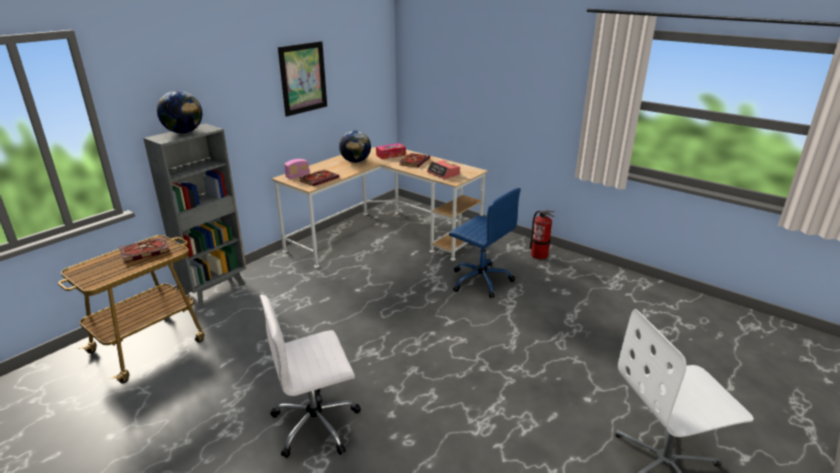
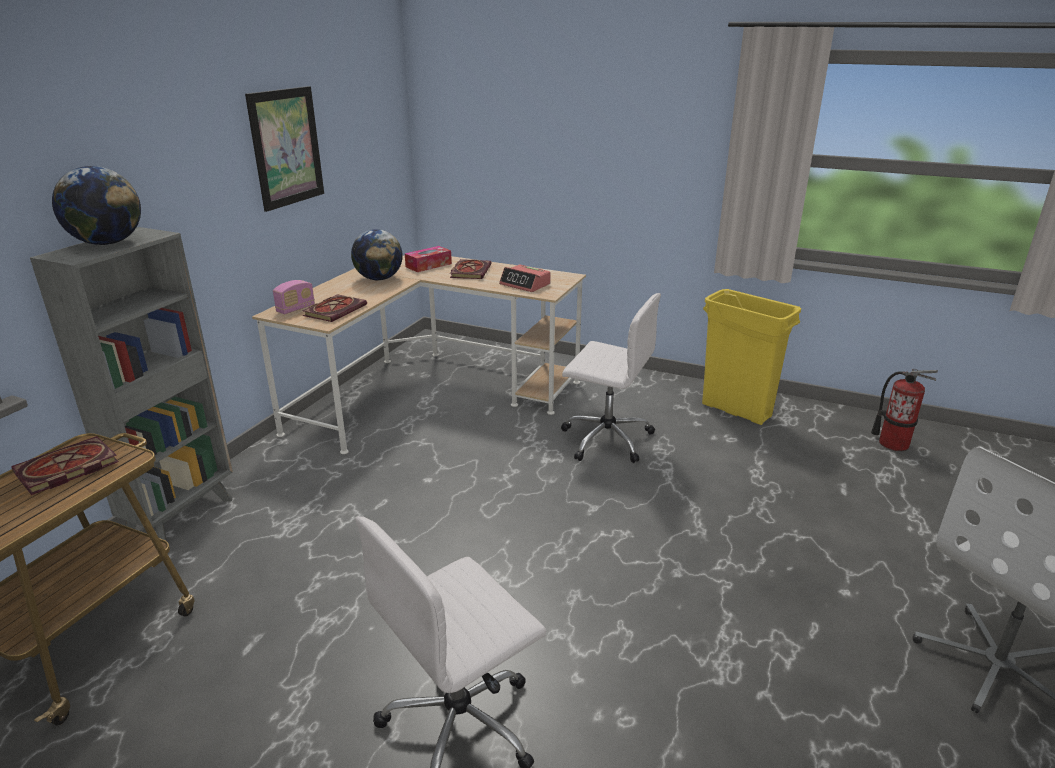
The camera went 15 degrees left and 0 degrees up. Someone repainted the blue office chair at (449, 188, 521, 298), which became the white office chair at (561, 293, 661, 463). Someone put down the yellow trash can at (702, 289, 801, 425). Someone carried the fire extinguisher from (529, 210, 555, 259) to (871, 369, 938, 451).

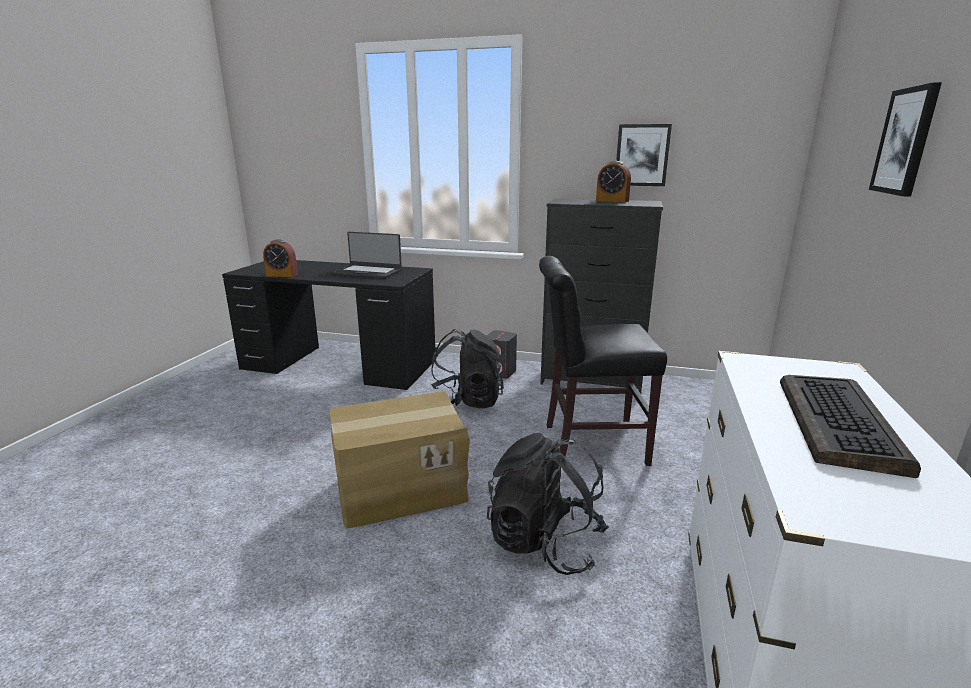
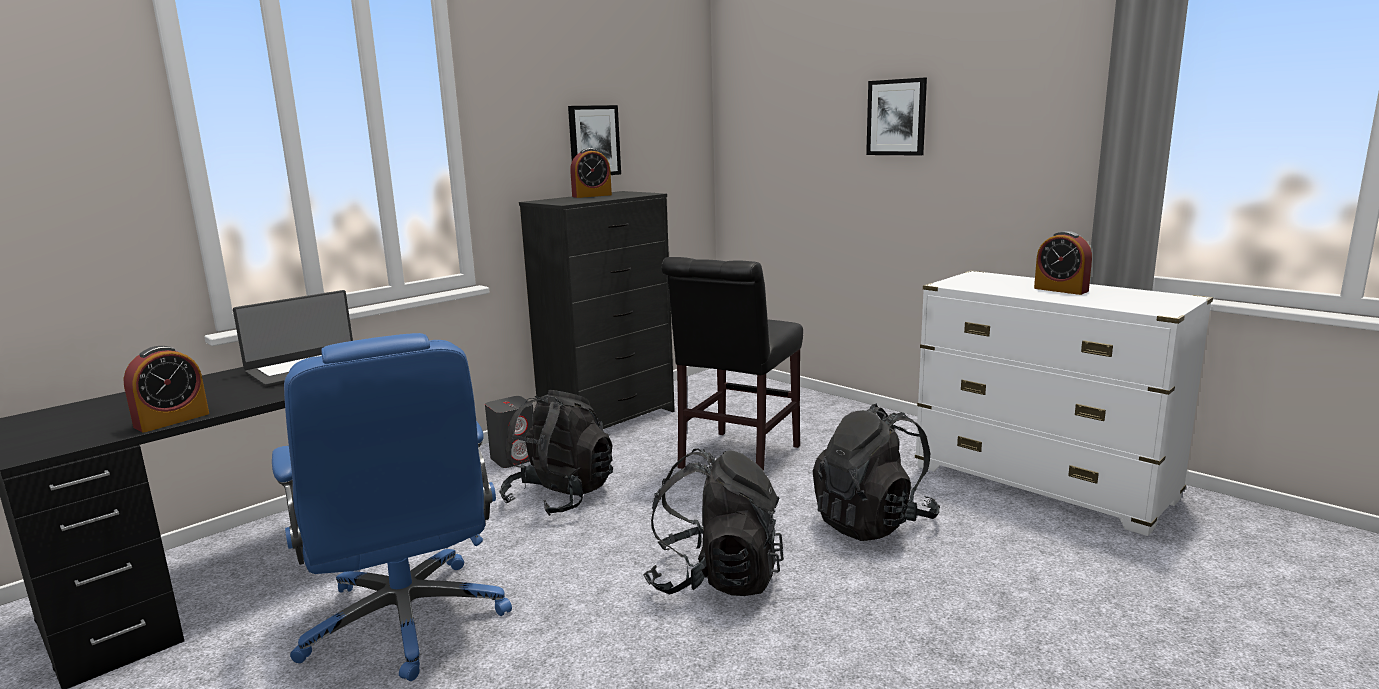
The camera went 60 degrees left and 5 degrees down. Someone put down the blue office chair at (272, 333, 512, 681). Someone swapped the cardboard box at (330, 392, 470, 529) for the black backpack at (643, 448, 784, 596). Someone swapped the keyboard at (780, 375, 921, 478) for the alarm clock at (1034, 231, 1092, 295).

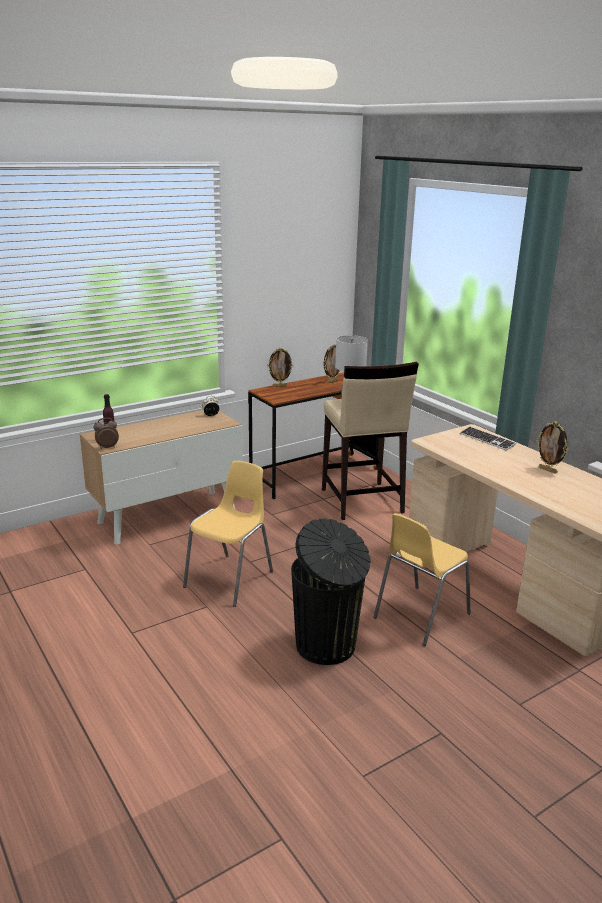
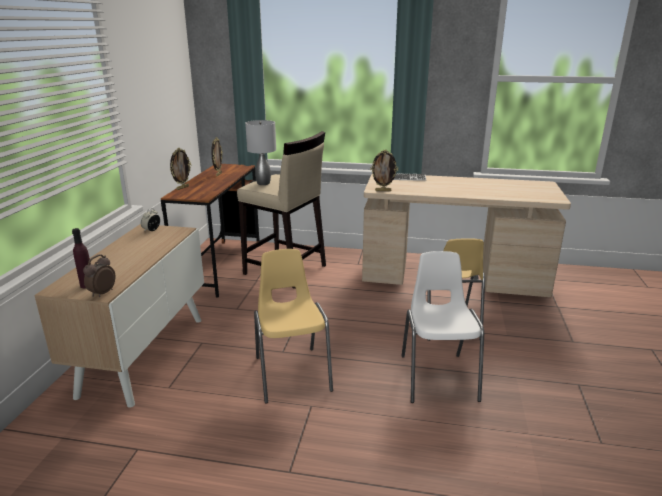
The camera went 45 degrees left and 0 degrees up. Someone carried the picture frame from (536, 421, 568, 474) to (370, 150, 398, 191). Someone swapped the black trash can at (291, 518, 371, 665) for the white chair at (402, 251, 484, 403).

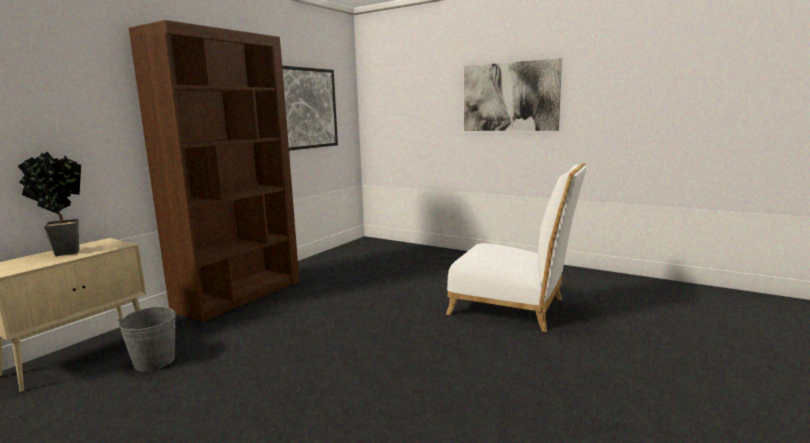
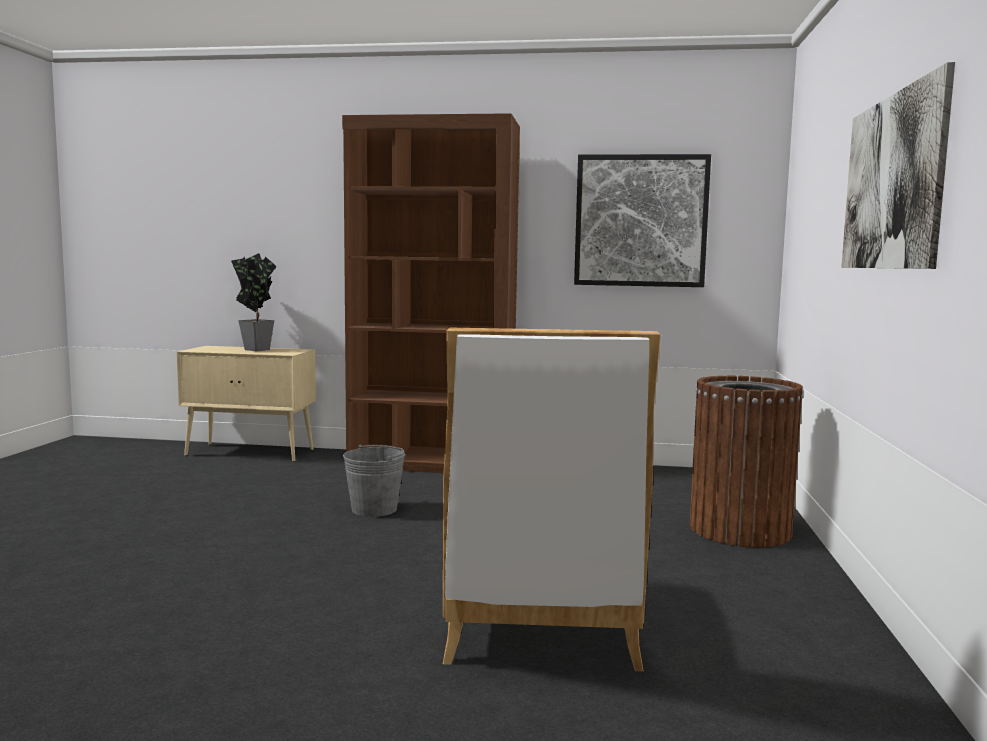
The camera went 65 degrees right and 5 degrees down. Someone carried the grey bucket from (118, 307, 176, 371) to (343, 445, 405, 517). Someone put down the brown trash can at (690, 376, 803, 548).

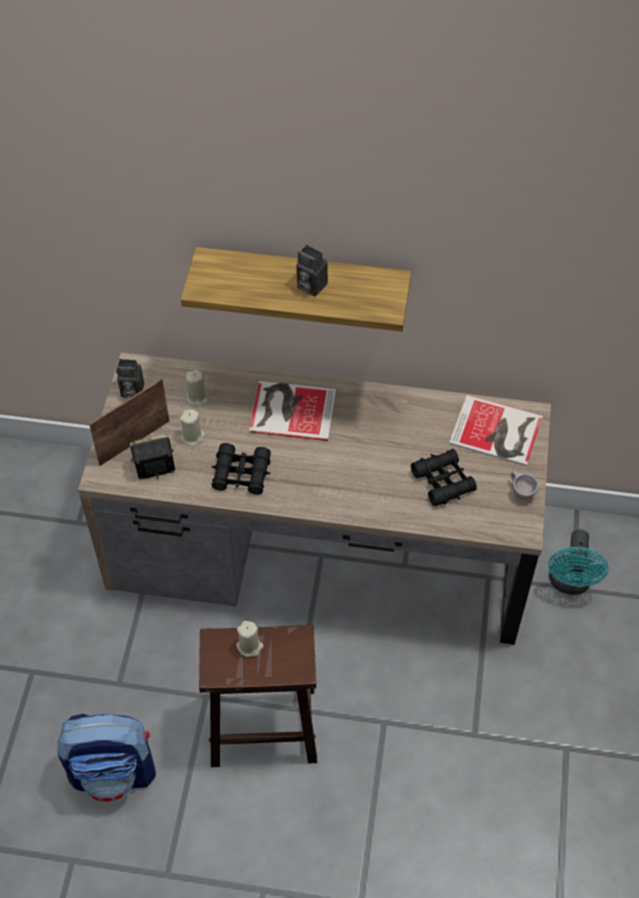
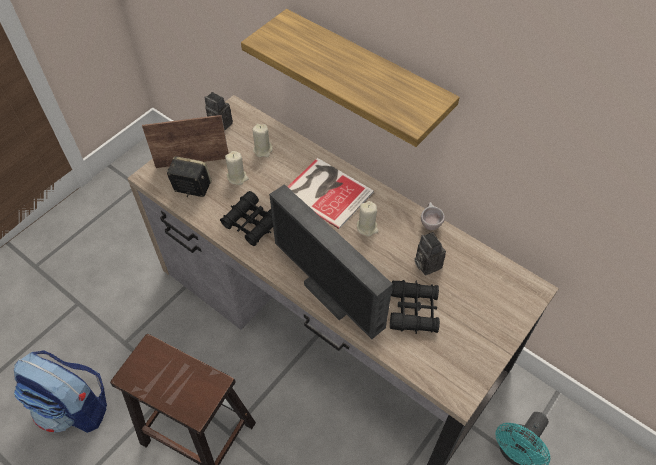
The camera went 30 degrees right and 0 degrees up. Someone put down the monitor at (269, 184, 393, 339). Someone carried the beige candle from (236, 621, 264, 657) to (357, 201, 378, 237). Someone carried the photo camera from (296, 245, 328, 296) to (414, 232, 446, 275). Someone carried the beige cup from (511, 471, 539, 500) to (421, 202, 445, 230). Someone took away the book at (449, 395, 543, 466).

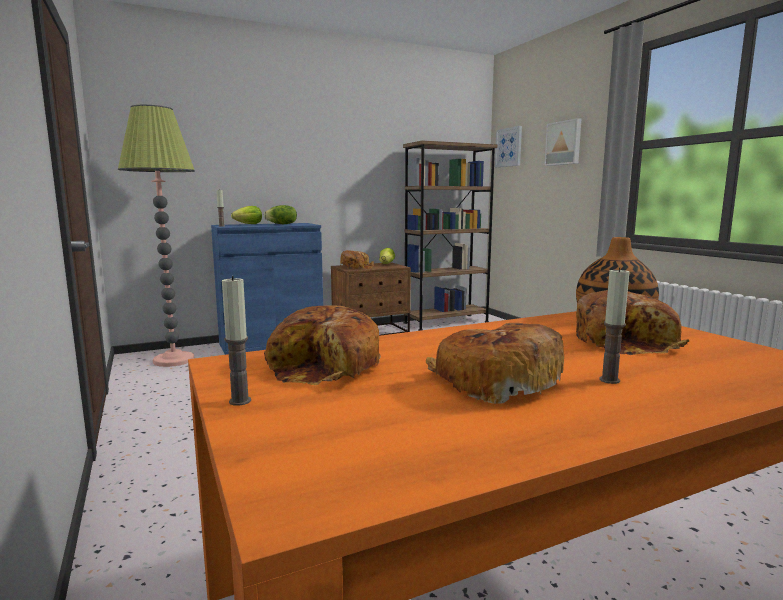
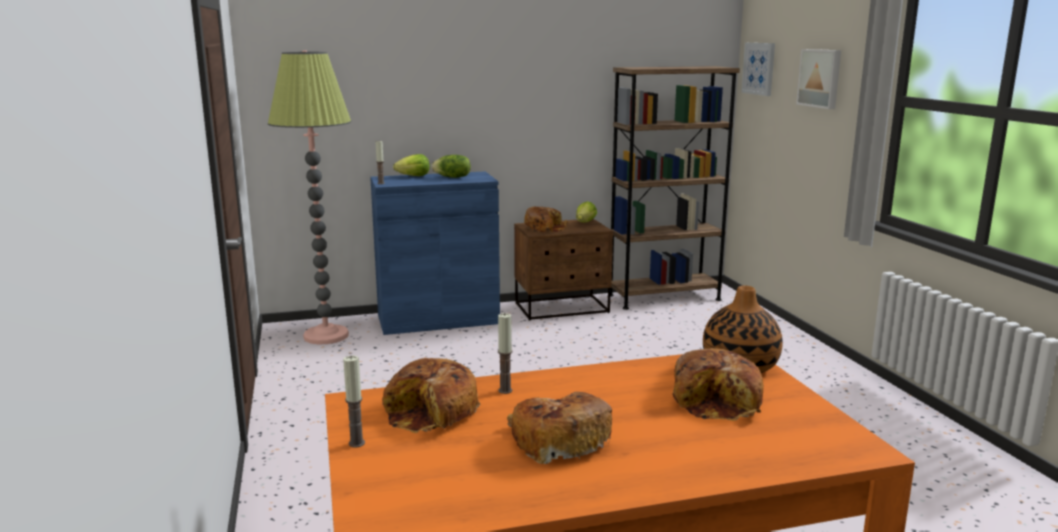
The camera went 10 degrees right and 5 degrees up. Someone carried the candle from (600, 267, 630, 384) to (498, 313, 512, 394).

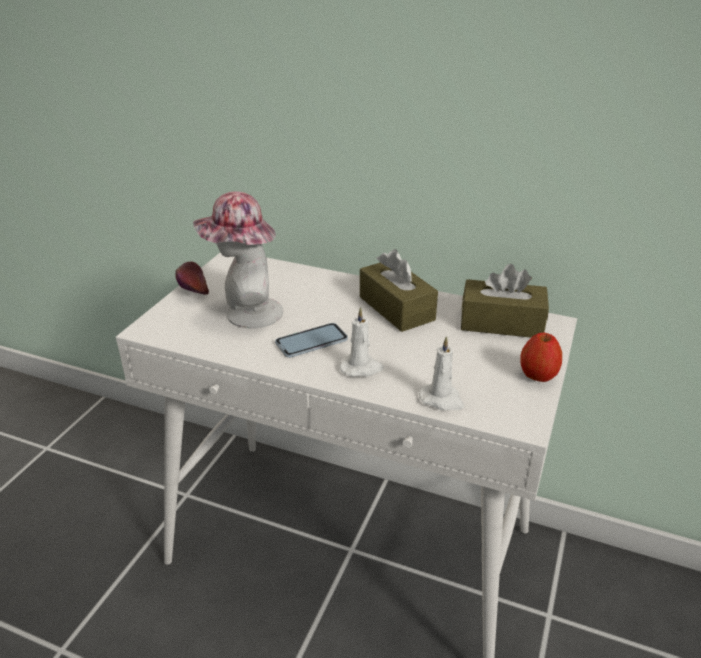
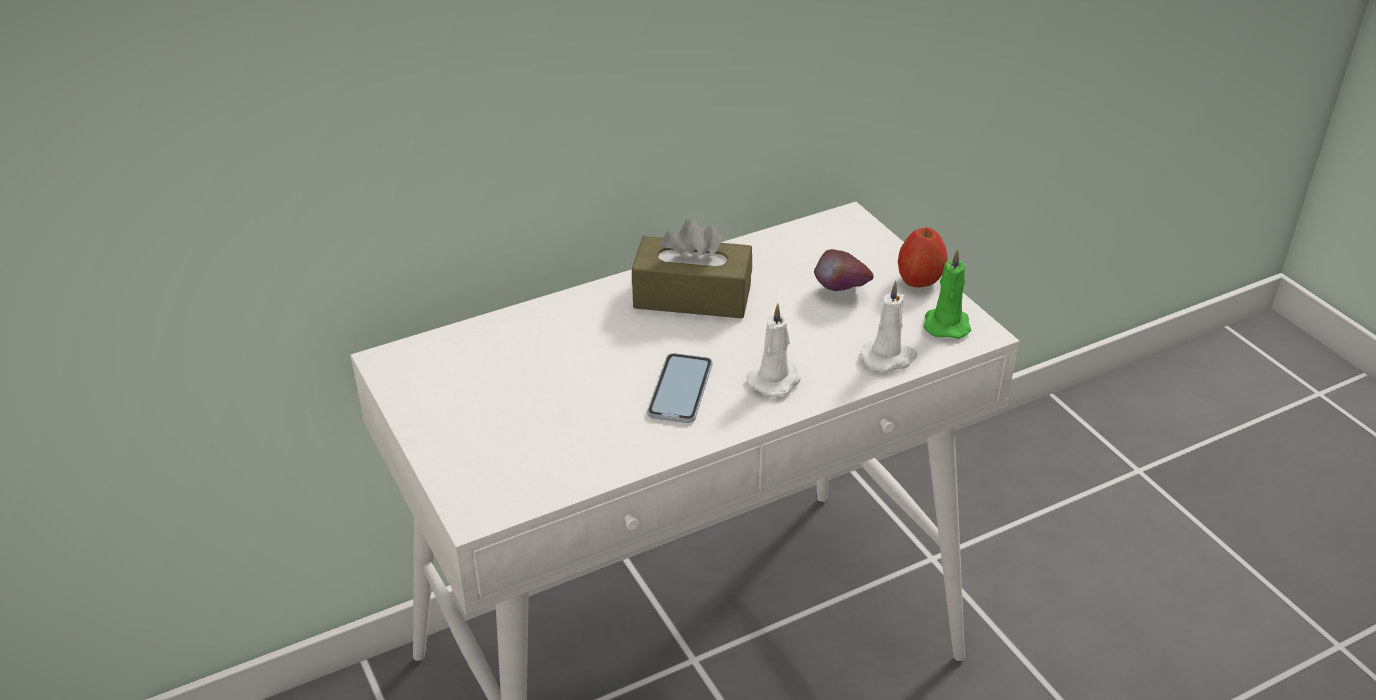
The camera went 50 degrees left and 5 degrees up. Someone carried the apple from (175, 262, 209, 295) to (814, 249, 874, 291). Someone put down the green candle at (923, 249, 971, 339). Someone took away the hat at (193, 191, 283, 329). Someone took away the brown tissue box at (461, 264, 549, 338).

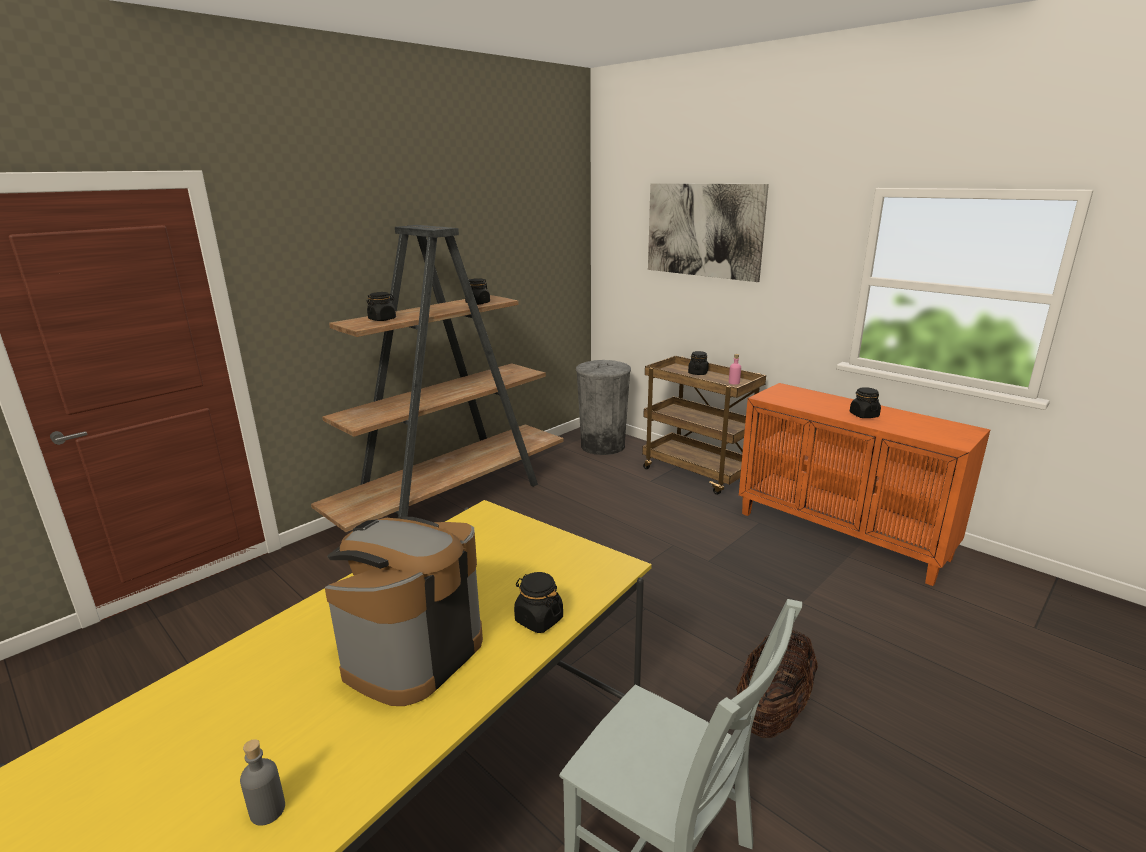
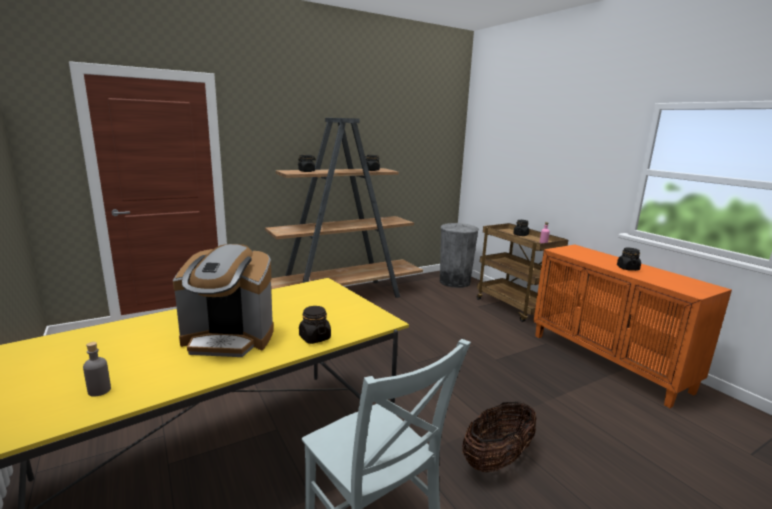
The camera went 15 degrees right and 5 degrees down. Someone rotated the coffee machine at (325, 517, 483, 706) by 135 degrees counterclockwise. Someone took away the picture at (648, 183, 769, 282).

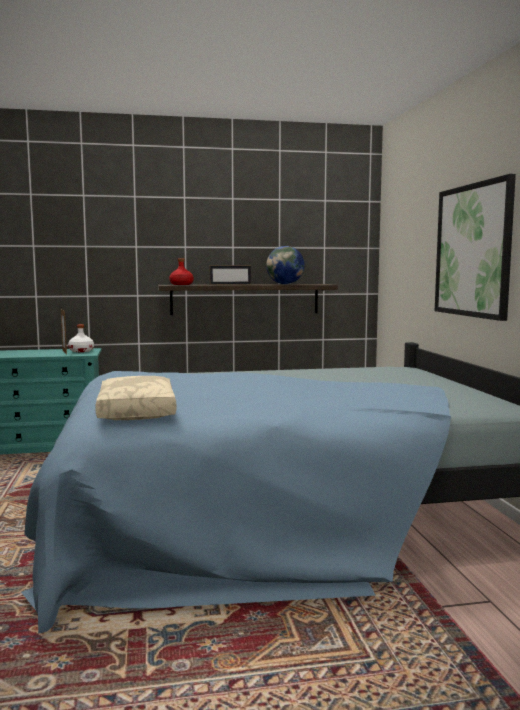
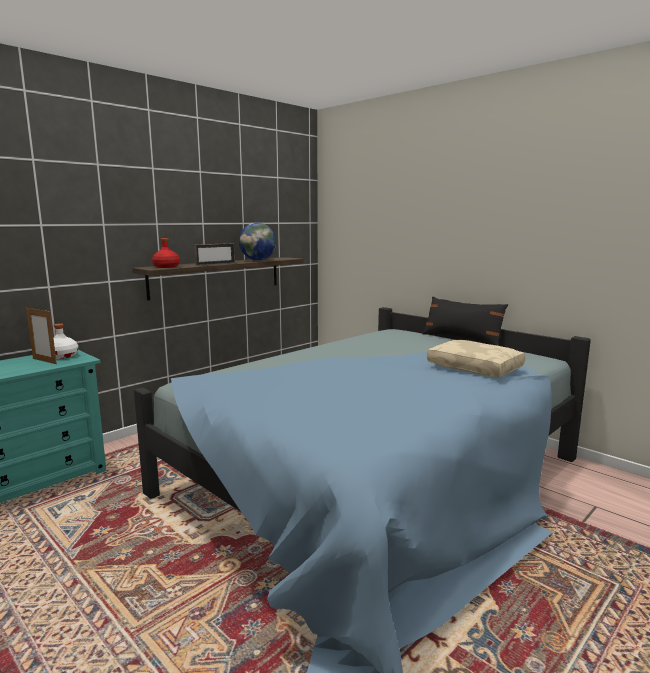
The camera went 35 degrees left and 5 degrees up. Someone put down the black pillow at (422, 296, 508, 346). Someone carried the beige pillow from (95, 376, 176, 420) to (427, 340, 525, 377). Someone took away the picture at (435, 174, 516, 321).

